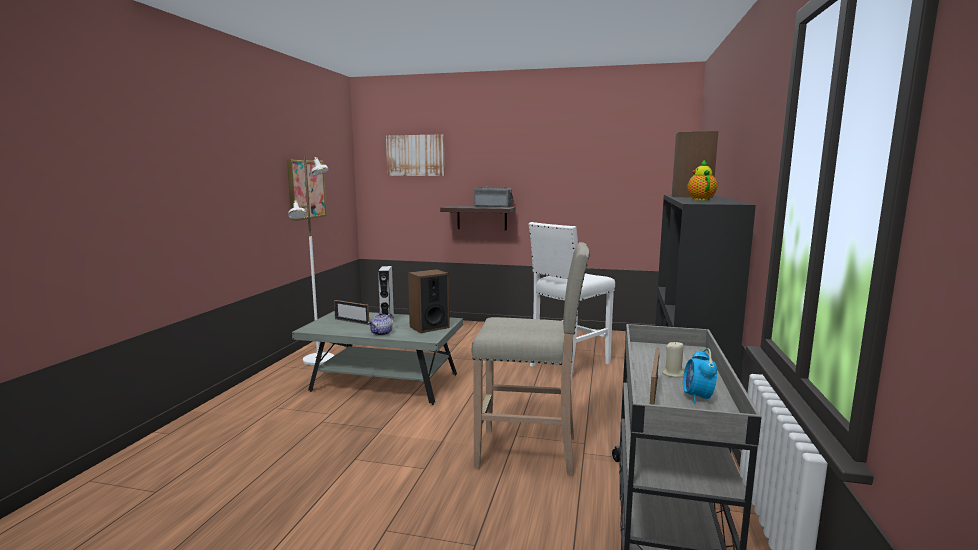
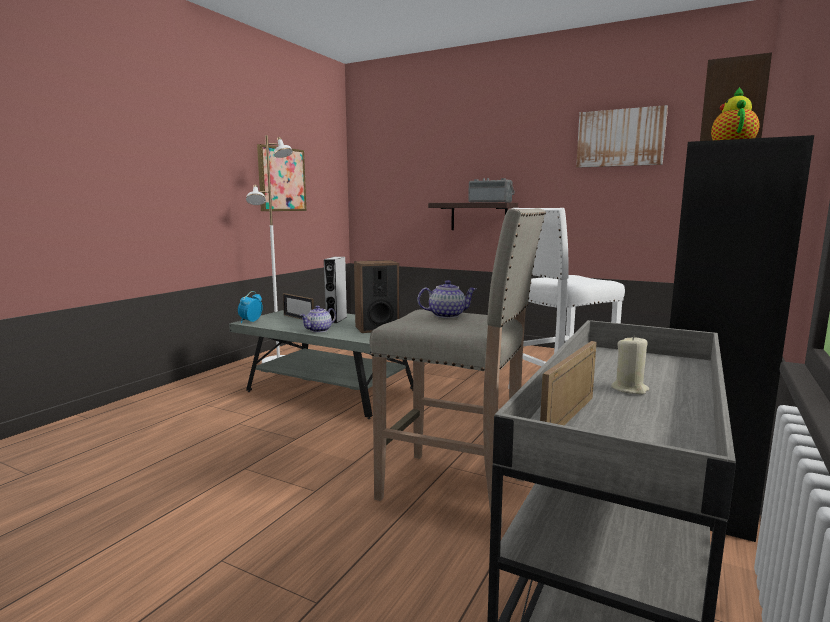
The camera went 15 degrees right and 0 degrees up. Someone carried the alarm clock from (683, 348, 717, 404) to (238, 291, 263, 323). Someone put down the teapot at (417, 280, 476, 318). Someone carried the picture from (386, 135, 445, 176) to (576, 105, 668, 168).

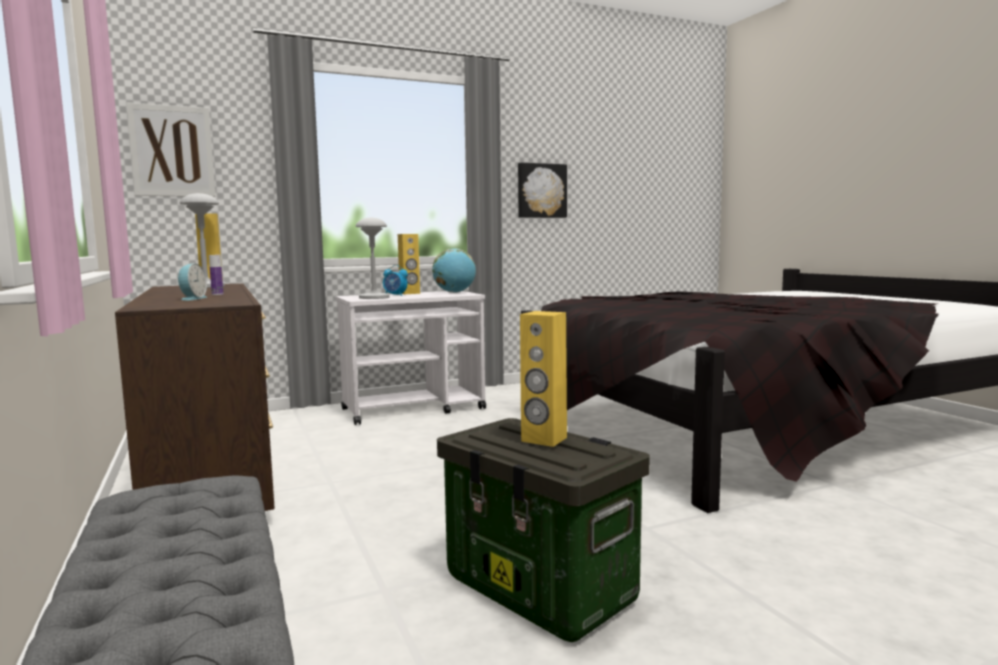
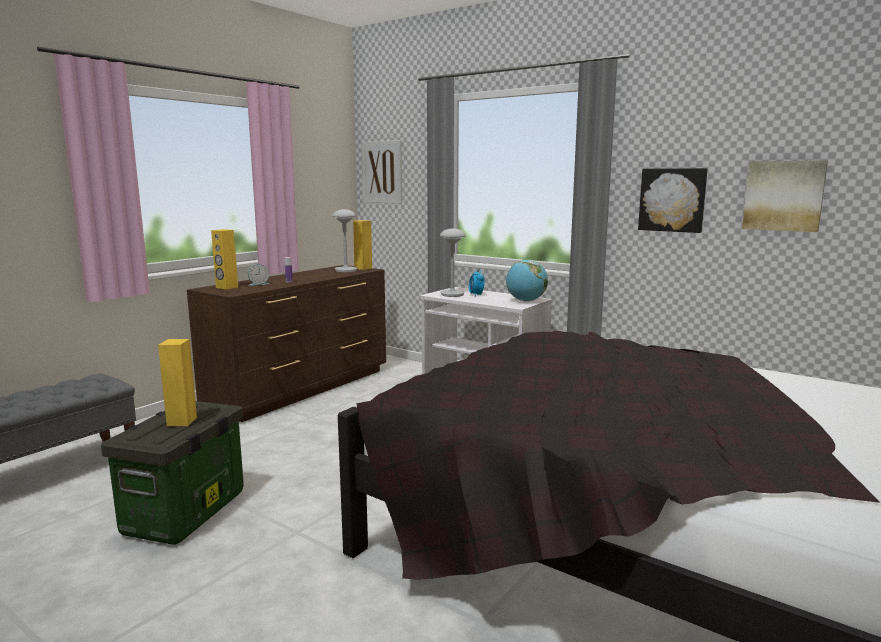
The camera went 60 degrees right and 5 degrees up. Someone carried the yellow speaker from (398, 234, 420, 294) to (211, 229, 238, 290). Someone put up the picture at (742, 160, 828, 232).

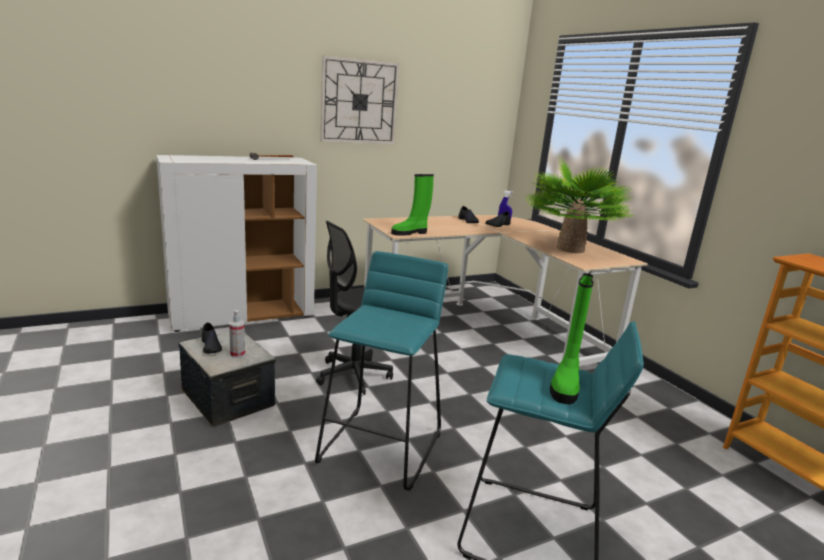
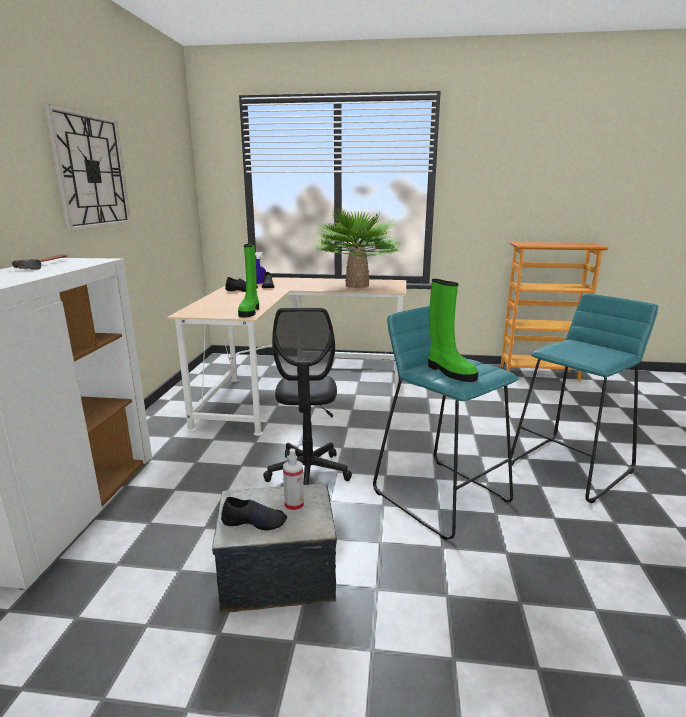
The camera went 55 degrees left and 0 degrees up. Someone carried the green boot from (550, 273, 594, 404) to (428, 279, 478, 382).

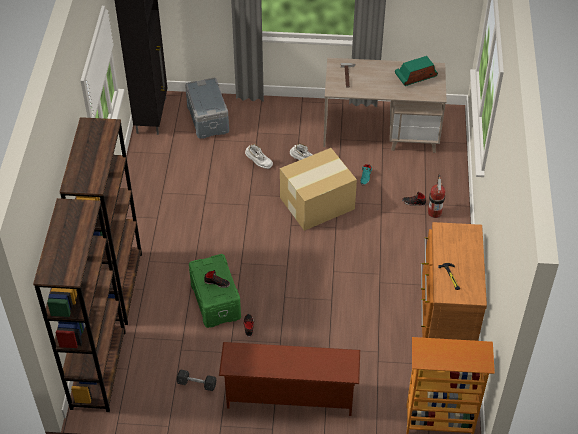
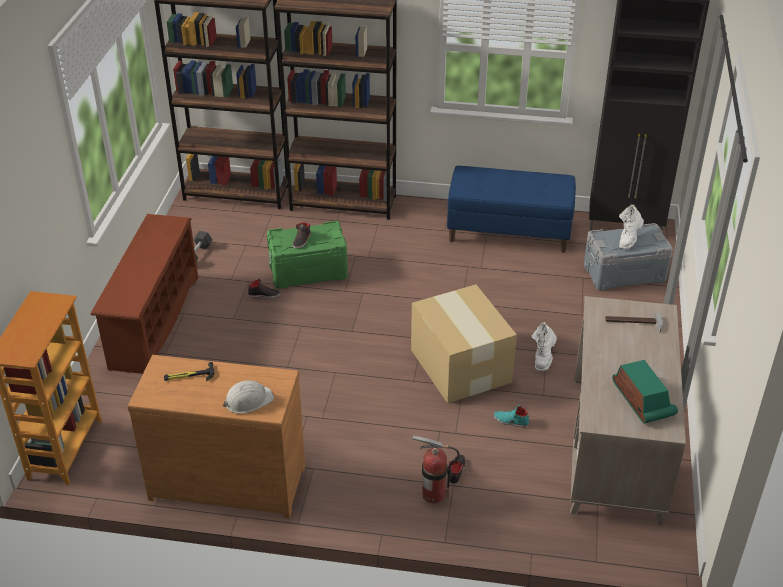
The camera went 95 degrees right and 10 degrees down. Someone put down the white hard hat at (223, 381, 274, 413). Someone put down the blue bench at (447, 166, 576, 253). Someone carried the white boot from (245, 144, 273, 169) to (619, 205, 644, 249).

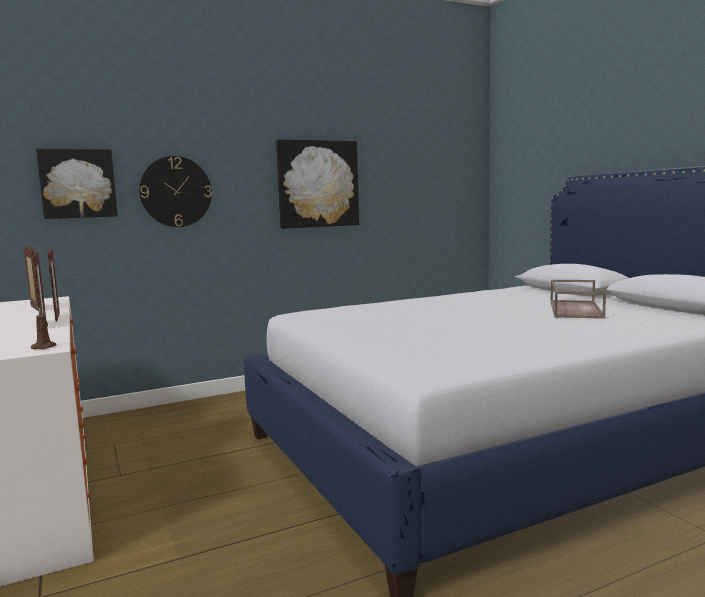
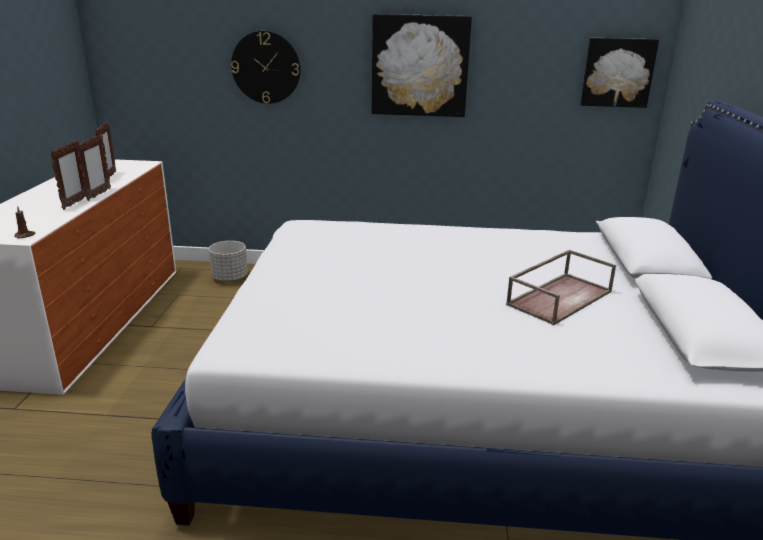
The camera went 30 degrees right and 15 degrees up. Someone put down the grey planter at (209, 241, 248, 282). Someone carried the picture from (36, 148, 118, 219) to (580, 38, 659, 108).

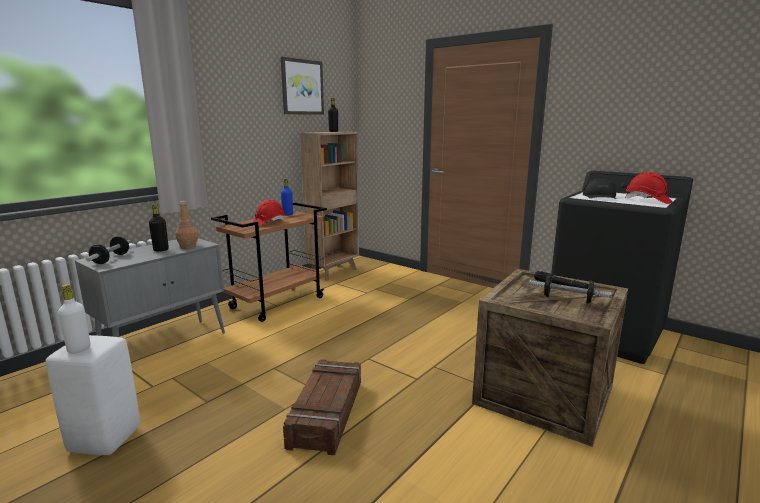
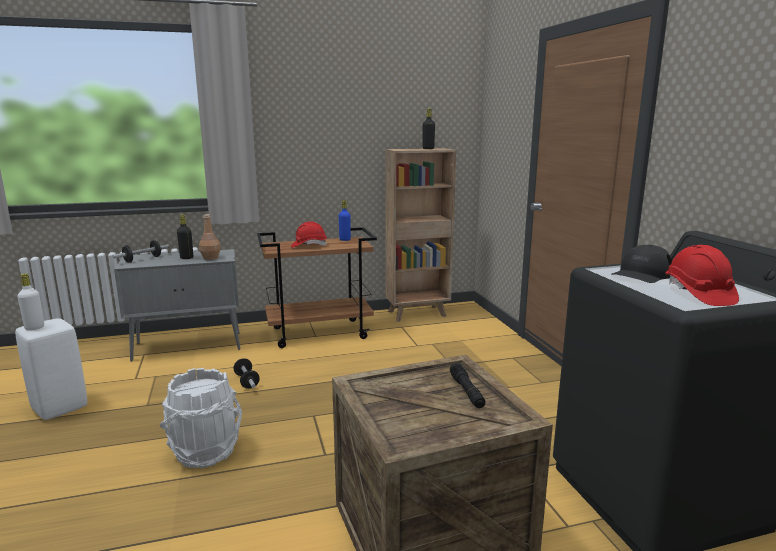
The camera went 35 degrees right and 0 degrees up. Someone swapped the crate at (283, 359, 361, 455) for the white bucket at (160, 368, 242, 468). Someone carried the dumbbell from (529, 274, 611, 304) to (233, 358, 260, 389). Someone took away the picture at (281, 57, 324, 115).

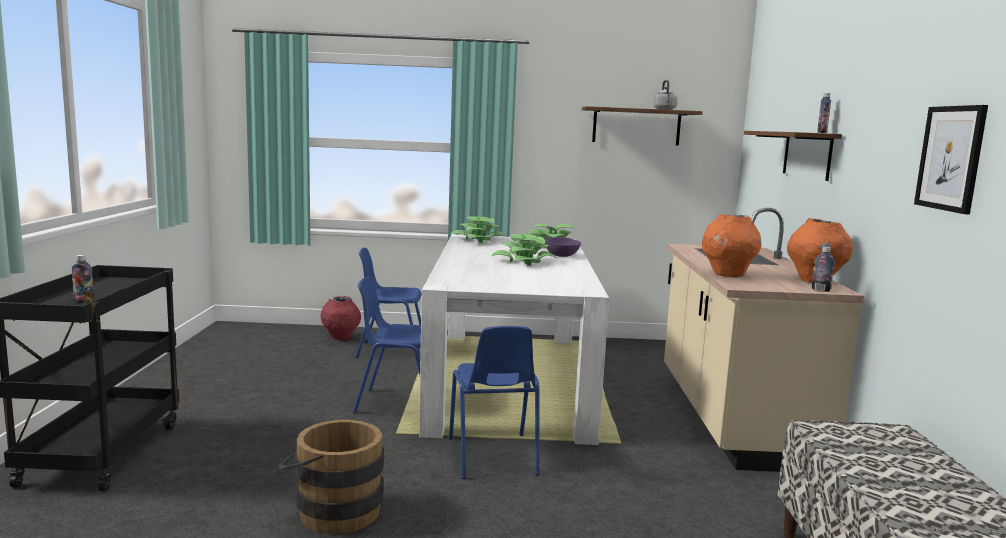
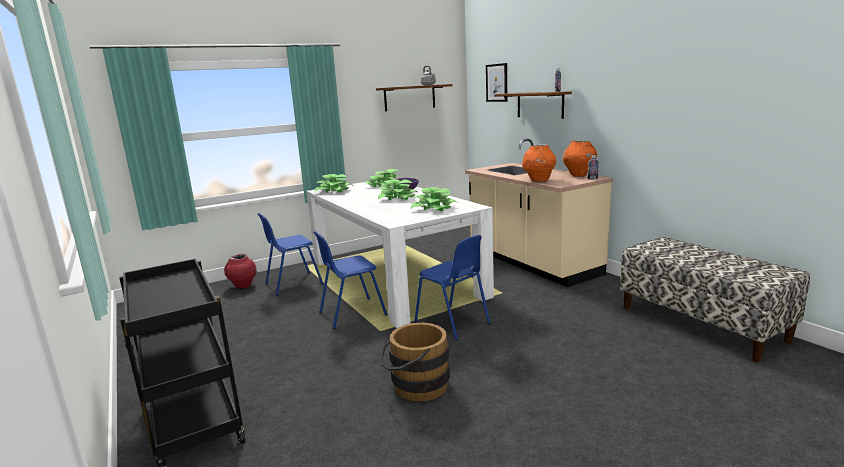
The camera went 30 degrees left and 5 degrees up. Someone put down the potted plant at (411, 187, 458, 211). Someone carried the picture from (914, 105, 988, 214) to (486, 63, 507, 102). Someone took away the bottle at (72, 255, 94, 303).

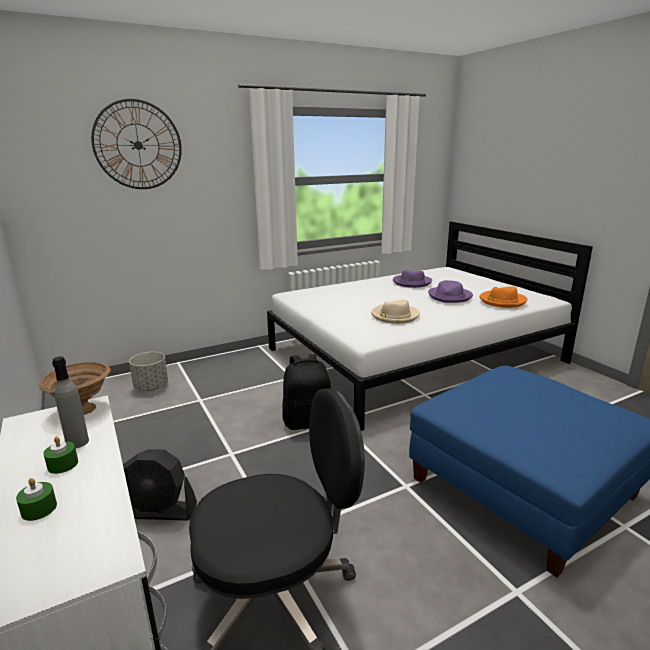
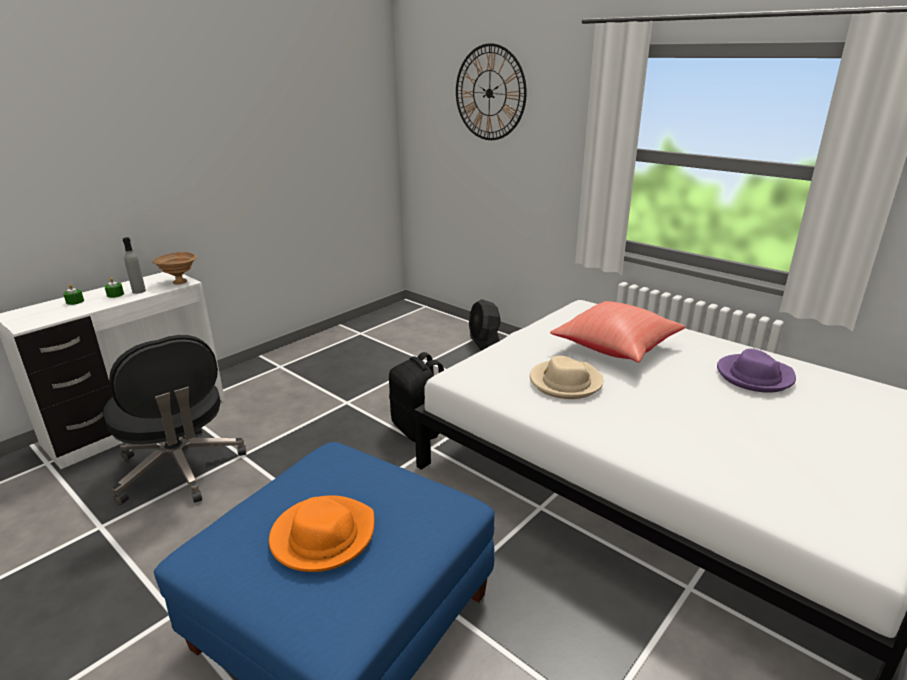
The camera went 70 degrees right and 5 degrees up. Someone carried the orange hat from (480, 286, 528, 308) to (269, 495, 375, 572). Someone carried the black fan from (123, 449, 197, 520) to (469, 299, 501, 351). Someone put down the red pillow at (550, 301, 685, 362). Someone took away the grey planter at (129, 352, 168, 391). Someone took away the purple hat at (428, 280, 473, 303).

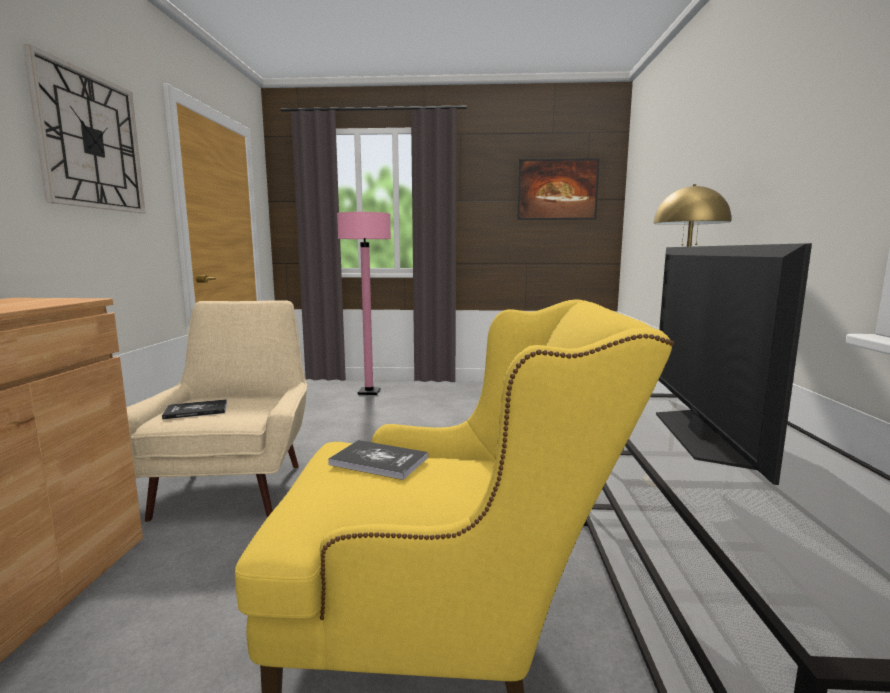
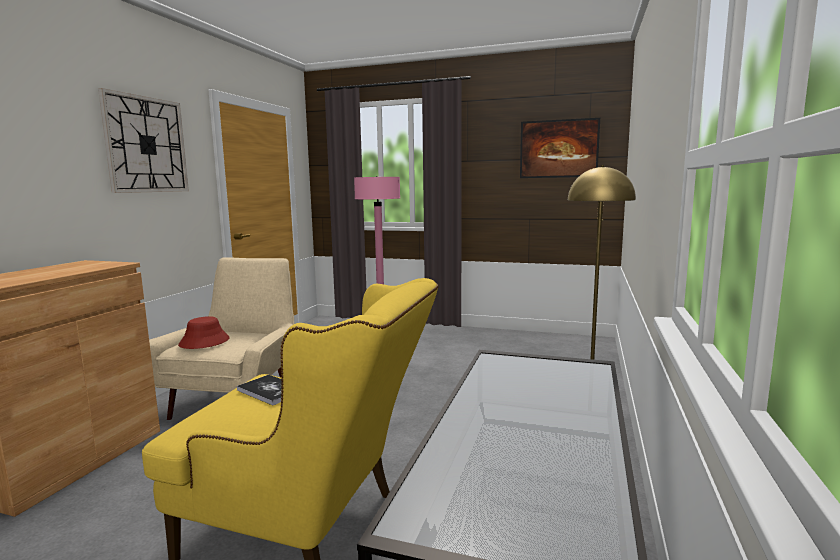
The camera went 15 degrees right and 0 degrees up. Someone swapped the book at (162, 399, 227, 419) for the red hat at (178, 316, 230, 349). Someone took away the television at (656, 243, 812, 485).

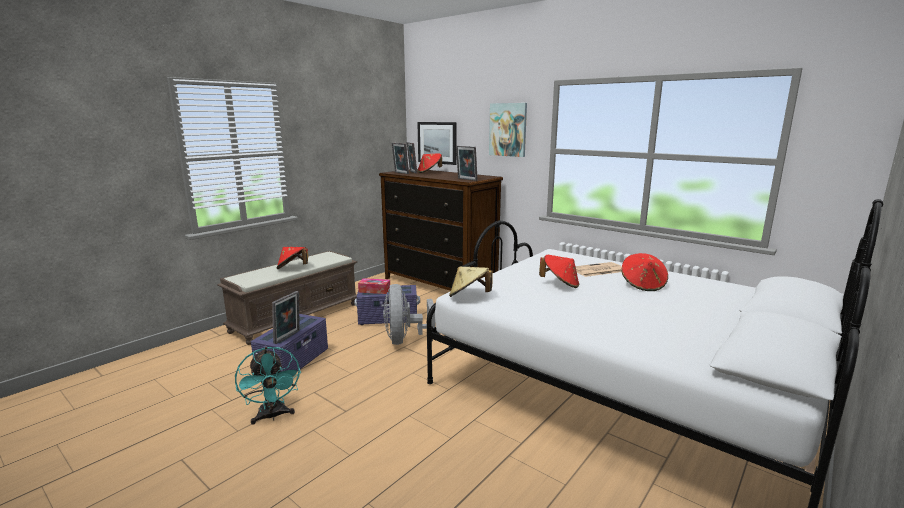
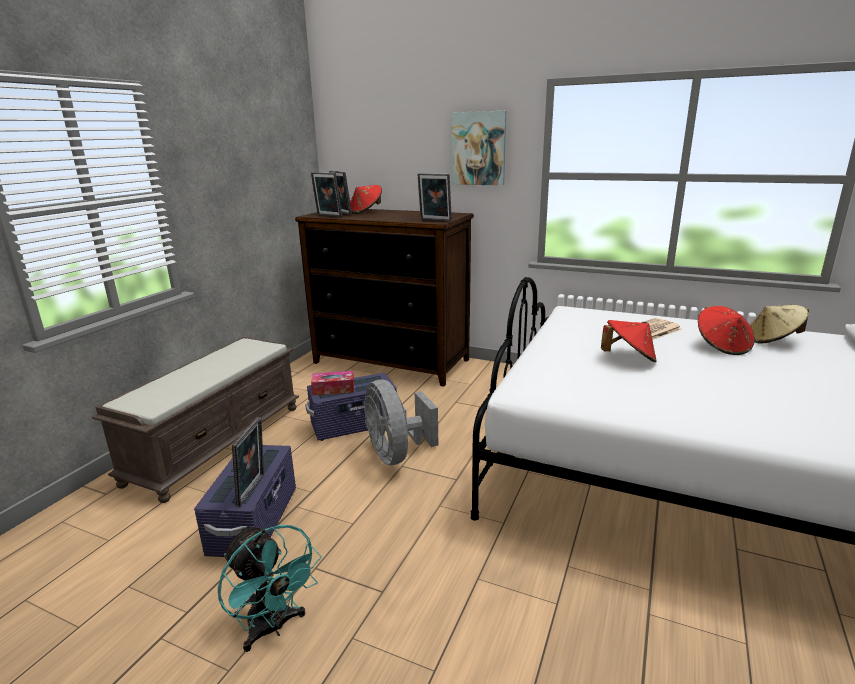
The camera went 15 degrees left and 5 degrees up. Someone carried the beige hat from (449, 266, 493, 297) to (750, 305, 809, 344). Someone took away the red hat at (276, 247, 308, 269). Someone took away the picture at (417, 122, 457, 165).

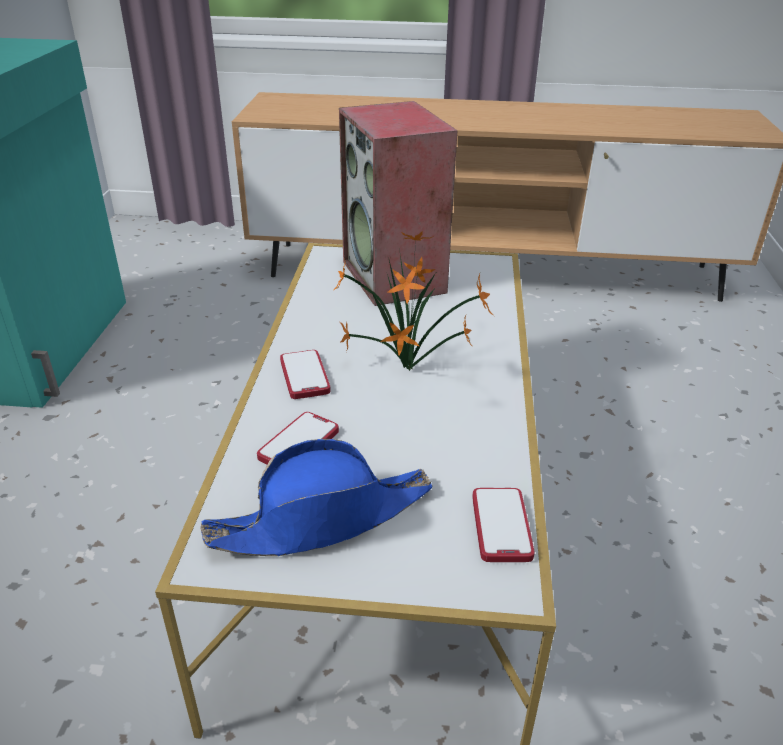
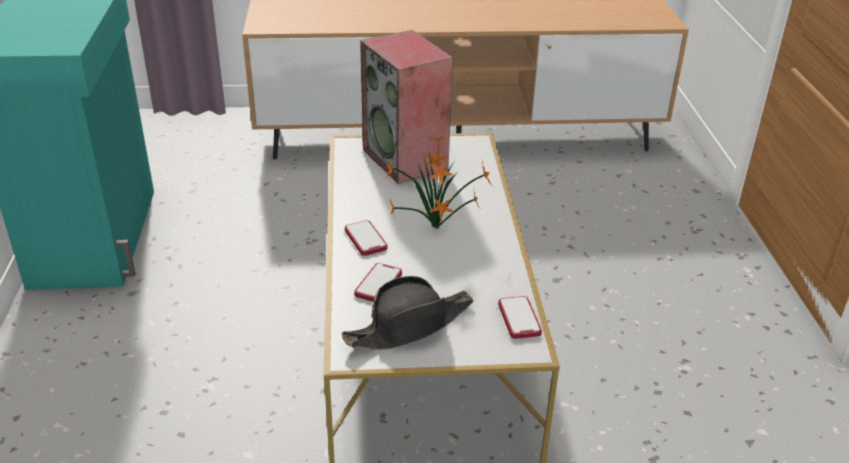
The camera went 10 degrees left and 0 degrees up. Someone repainted the blue hat at (200, 439, 433, 556), which became the black hat at (342, 276, 473, 350).

